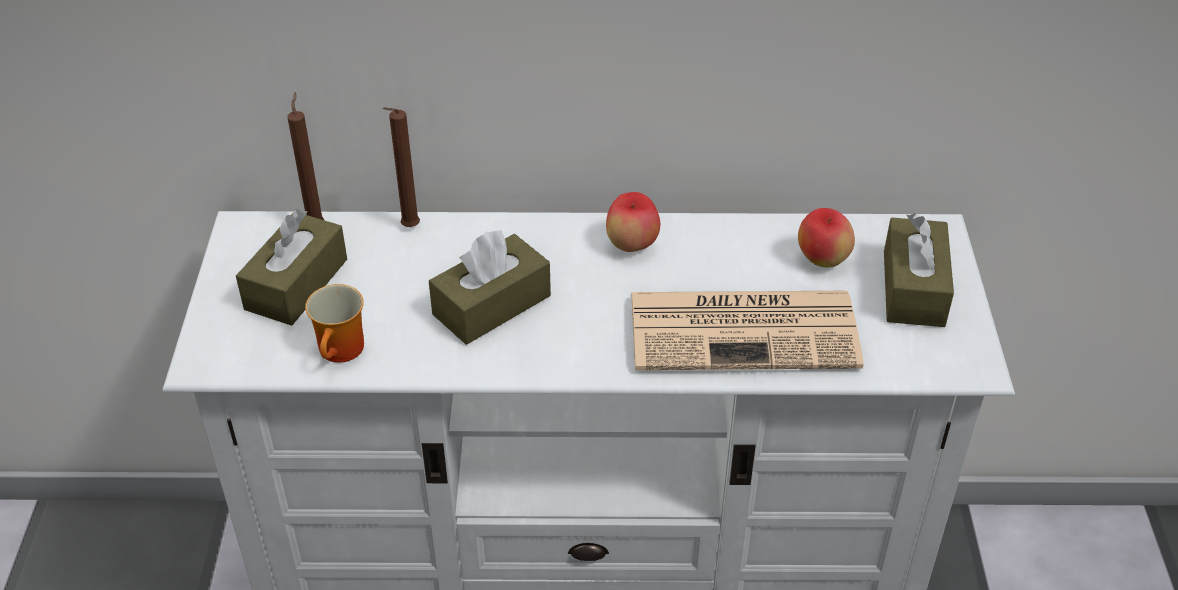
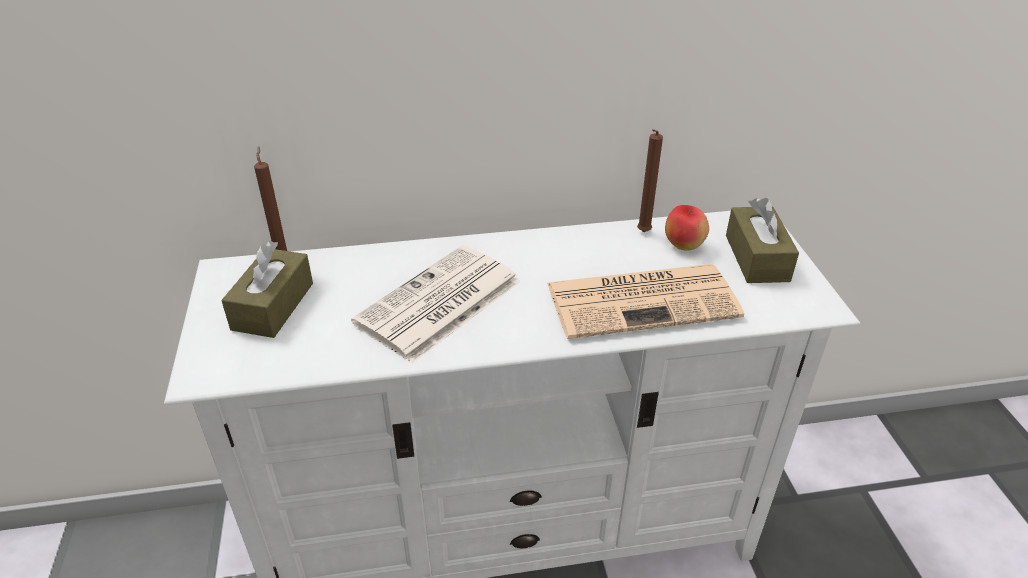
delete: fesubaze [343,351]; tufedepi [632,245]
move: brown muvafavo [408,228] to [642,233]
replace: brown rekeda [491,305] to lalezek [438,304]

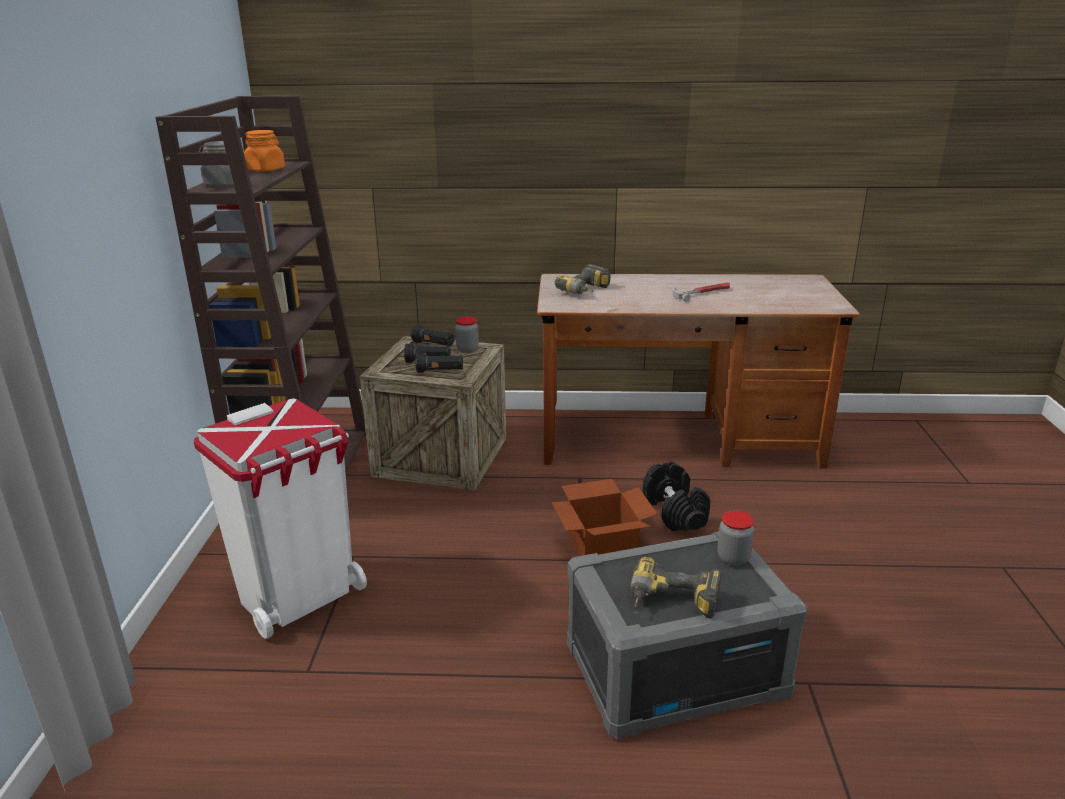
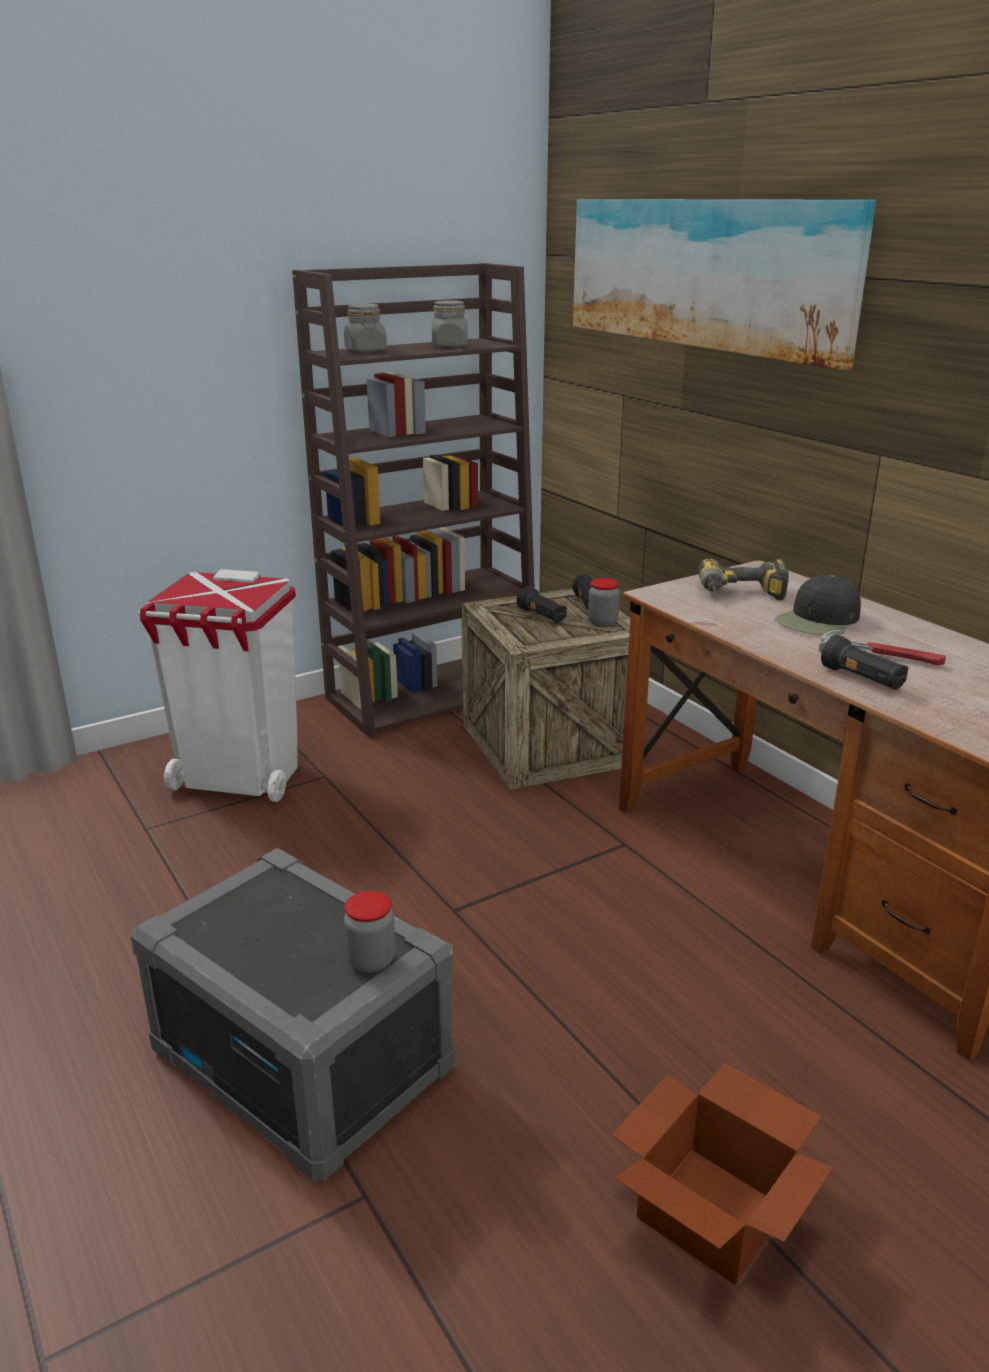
delete: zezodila [671,604]; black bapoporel [675,512]
insert: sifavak [705,273]; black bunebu [818,620]
move: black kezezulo [440,371] to [862,679]; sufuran [603,543] to [716,1211]
recolor: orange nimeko [265,170] to grey nimeko [450,346]

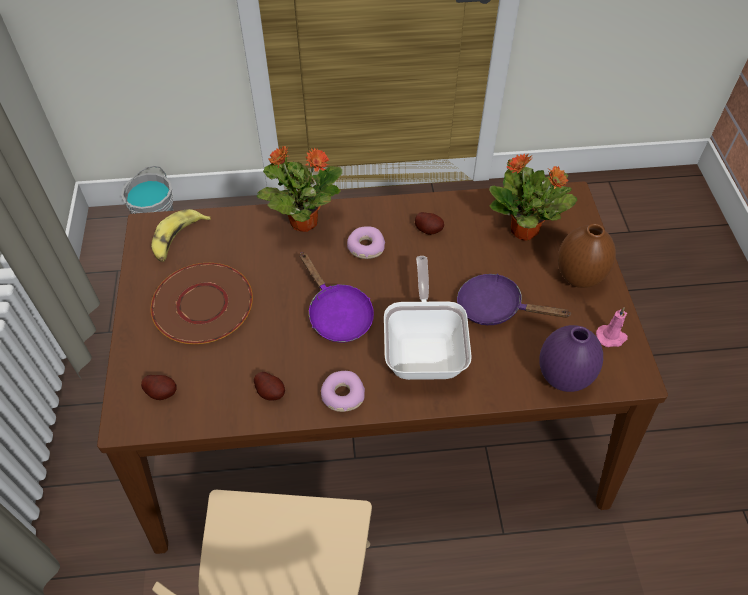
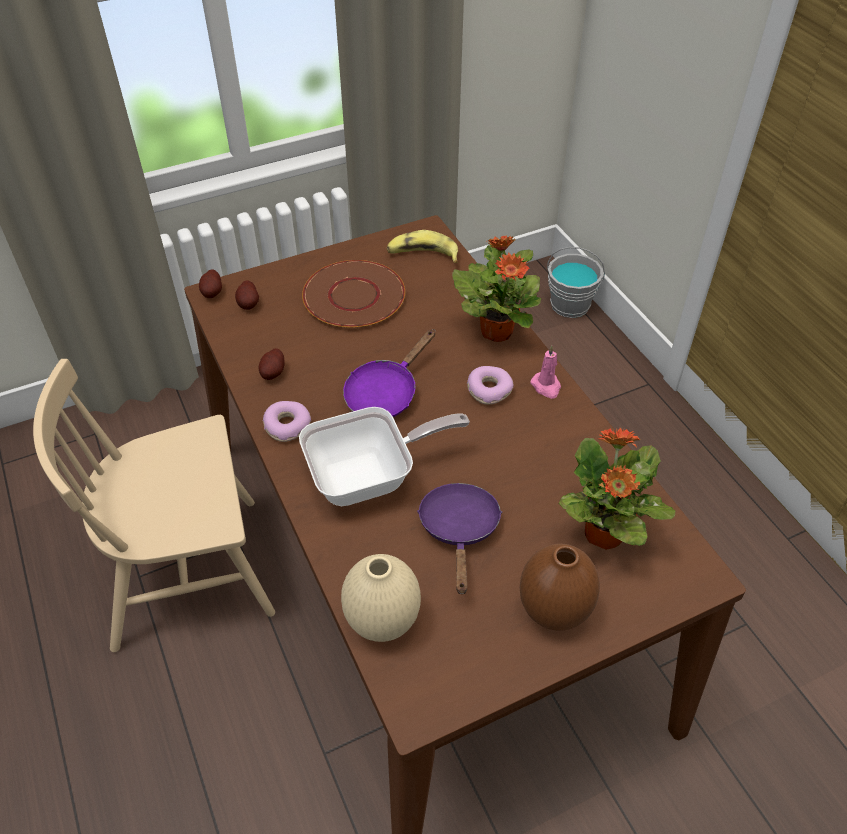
move: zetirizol [429,229] to [212,293]; pink muvafavo [611,337] to [546,386]
recolor: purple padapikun [563,378] to beige padapikun [383,623]

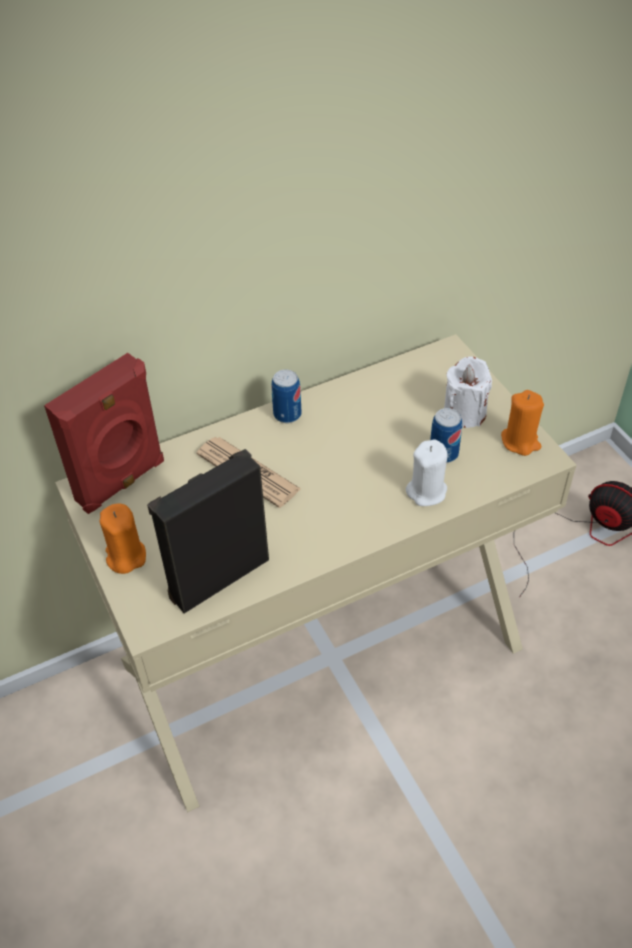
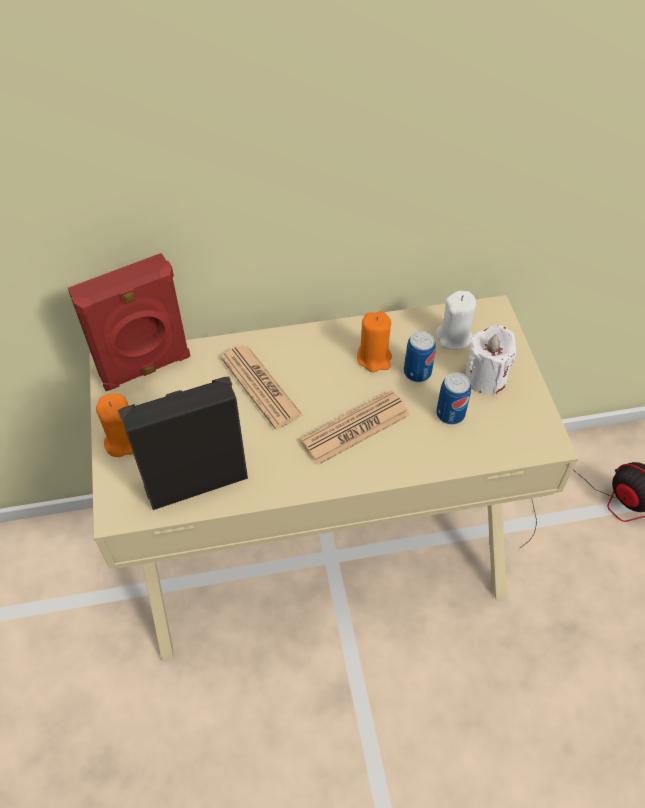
insert: lalezek [355,428]
move: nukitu [287,414] to [417,372]; white muvafavo [427,491] to [454,337]; orange muvafavo [520,441] to [374,358]

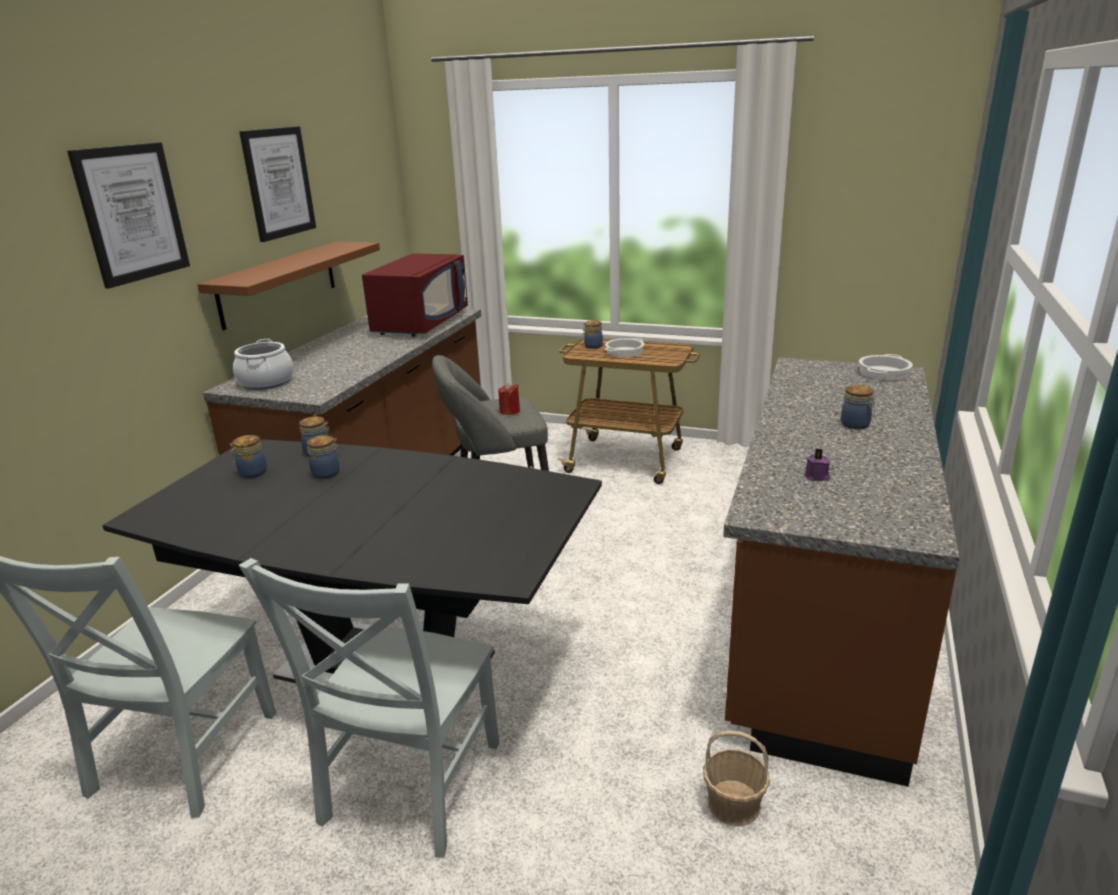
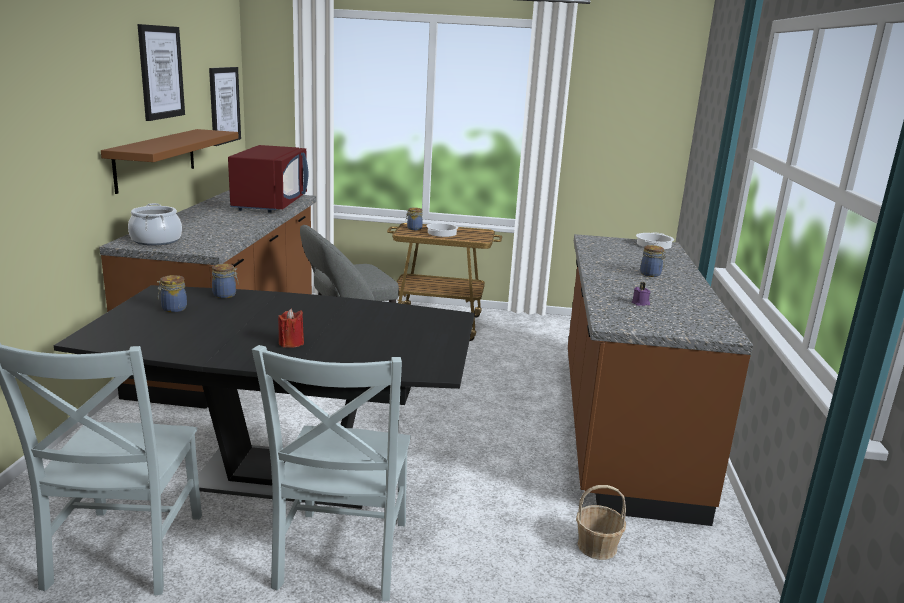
delete: nimeko [327,473]
move: sifavak [132,213] to [224,105]; red muvafavo [509,411] to [291,343]

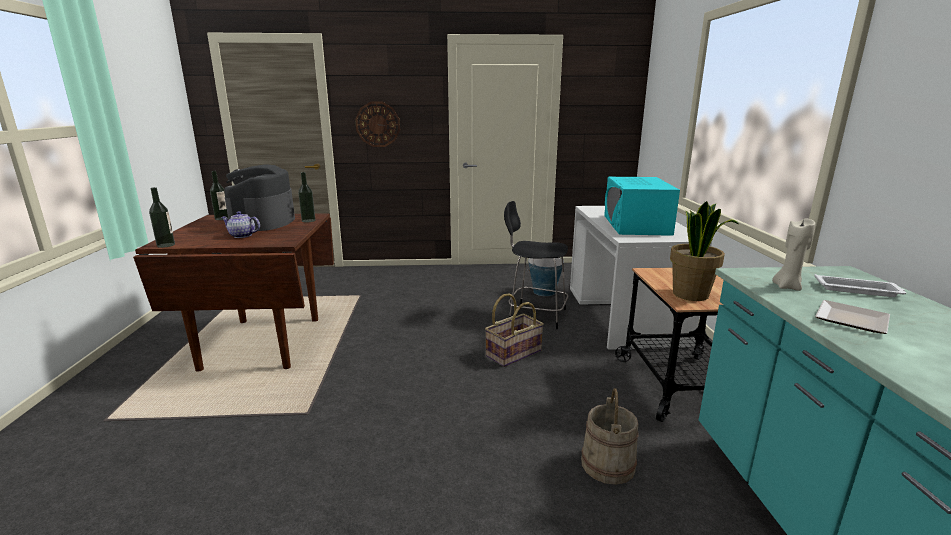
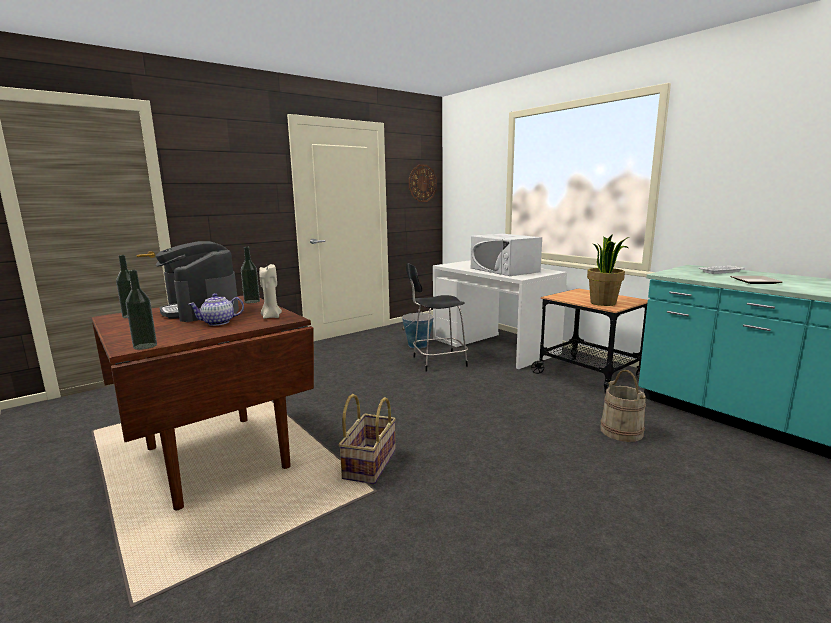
move: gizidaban [378,124] to [422,183]; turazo [513,353] to [369,464]; beige muvafavo [787,287] to [271,317]
recolor: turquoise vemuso [636,225] to white vemuso [504,270]

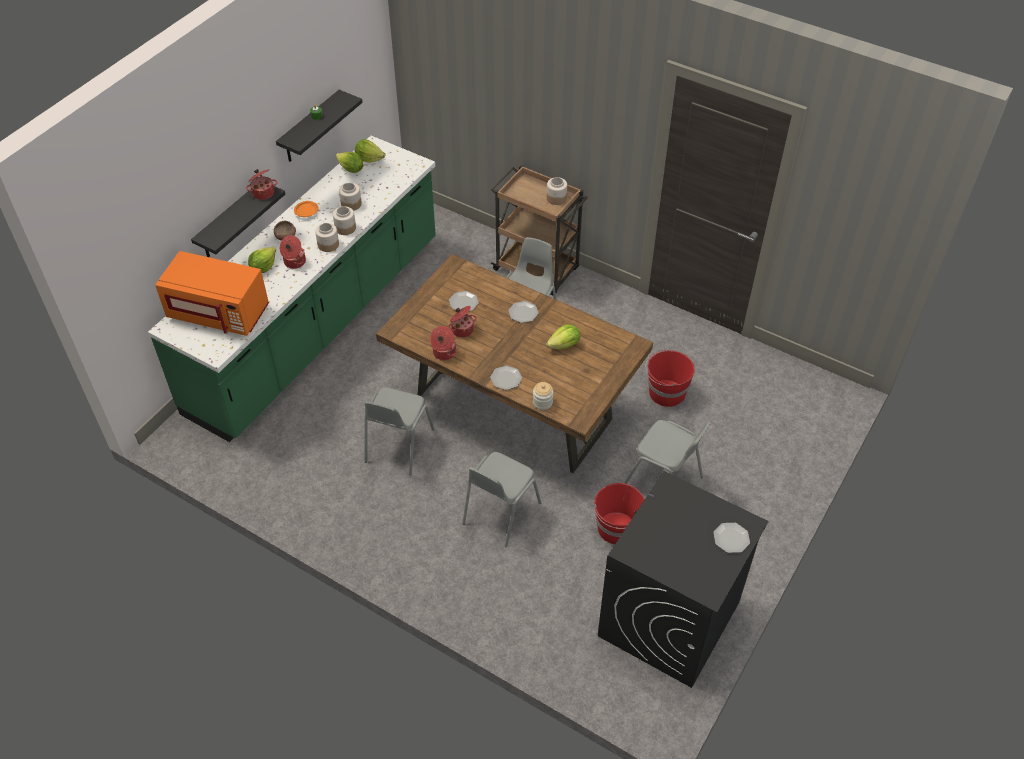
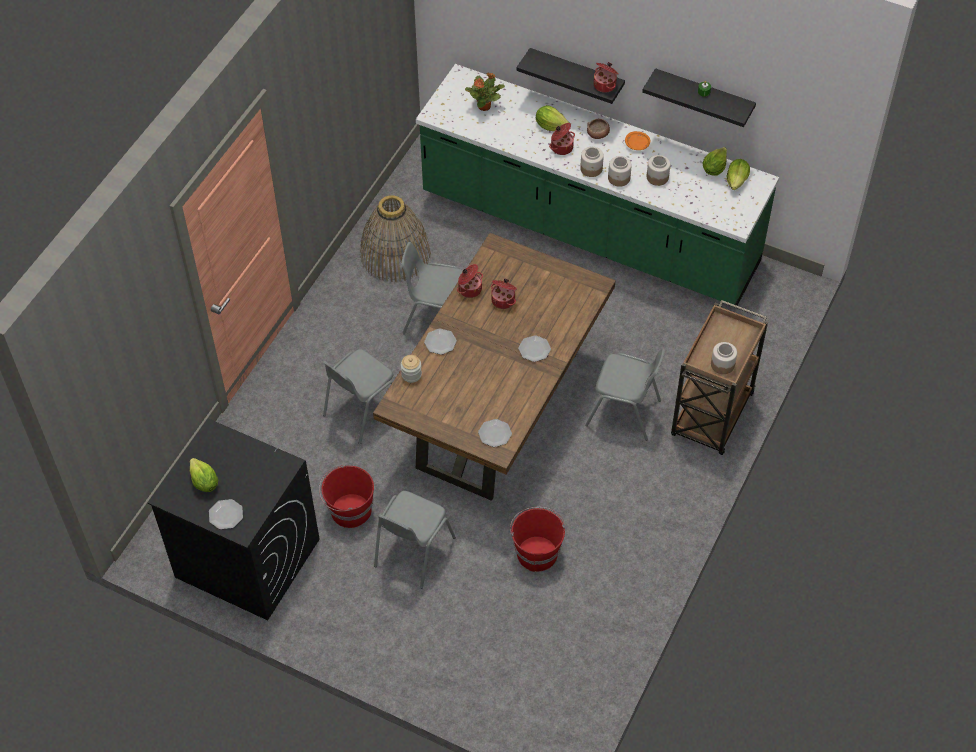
insert: turazo [395,254]
move: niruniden [463,302] to [494,433]; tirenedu [564,345] to [204,482]
replace: orange vemuso [219,312] to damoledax [484,106]
rotate: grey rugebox [500,513] = [362,410] 75 degrees counterclockwise

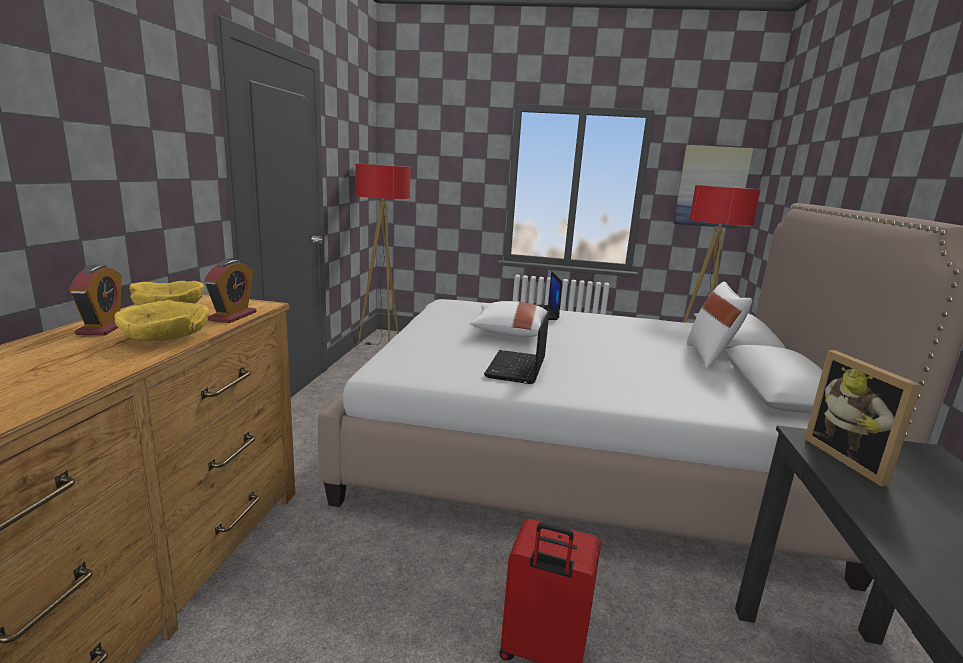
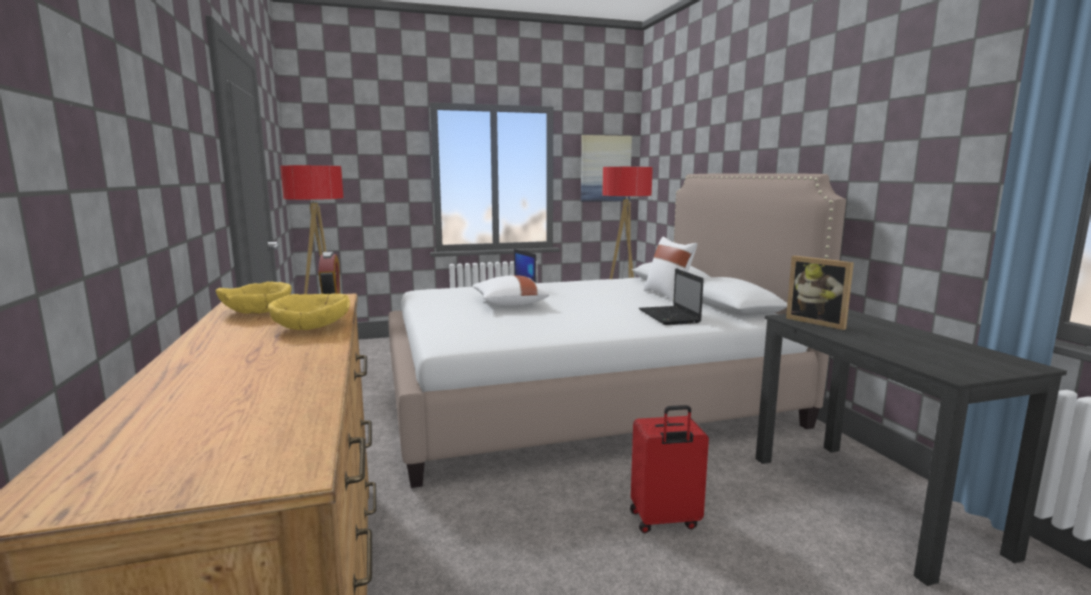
delete: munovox [104,328]
move: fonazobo [516,369] to [670,317]

